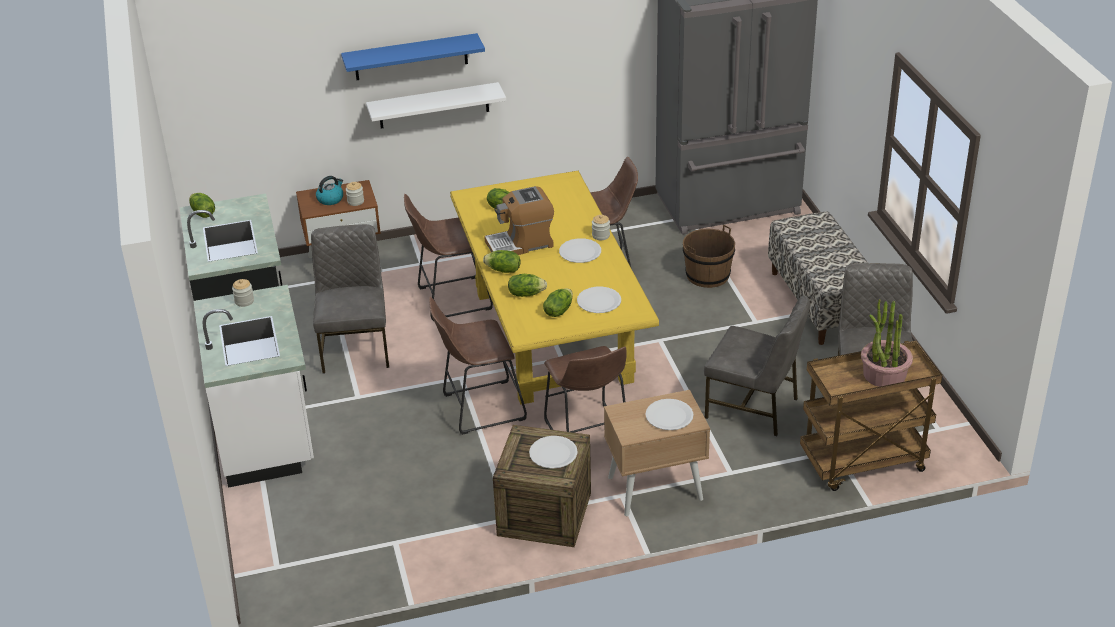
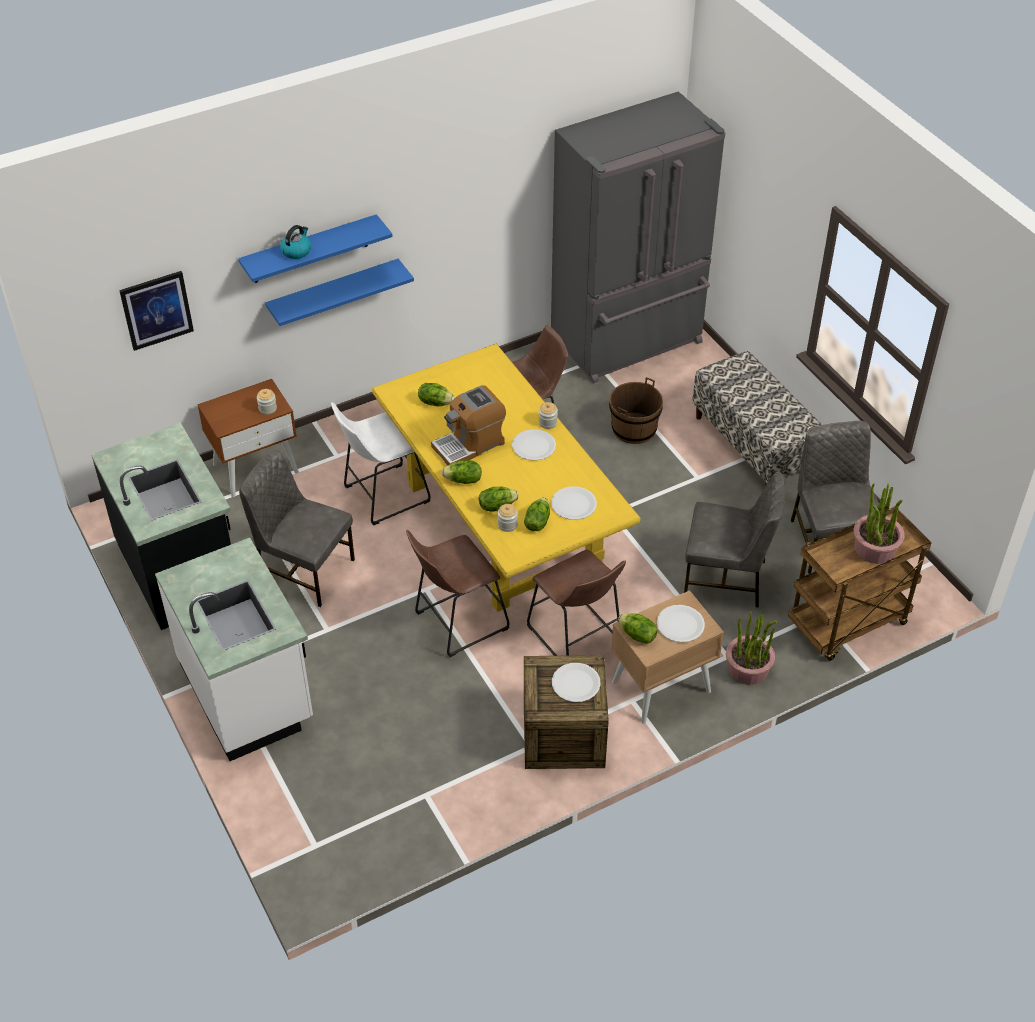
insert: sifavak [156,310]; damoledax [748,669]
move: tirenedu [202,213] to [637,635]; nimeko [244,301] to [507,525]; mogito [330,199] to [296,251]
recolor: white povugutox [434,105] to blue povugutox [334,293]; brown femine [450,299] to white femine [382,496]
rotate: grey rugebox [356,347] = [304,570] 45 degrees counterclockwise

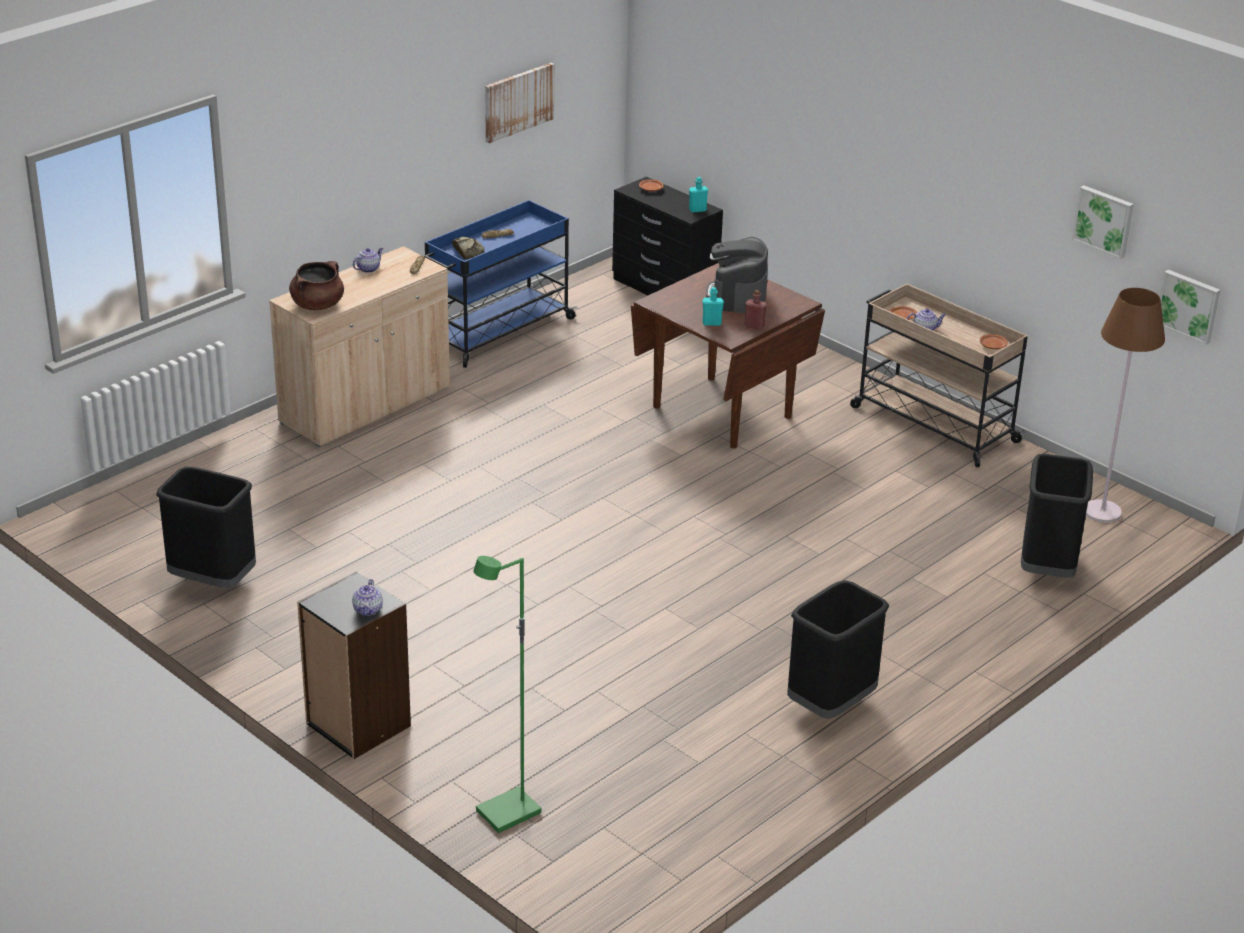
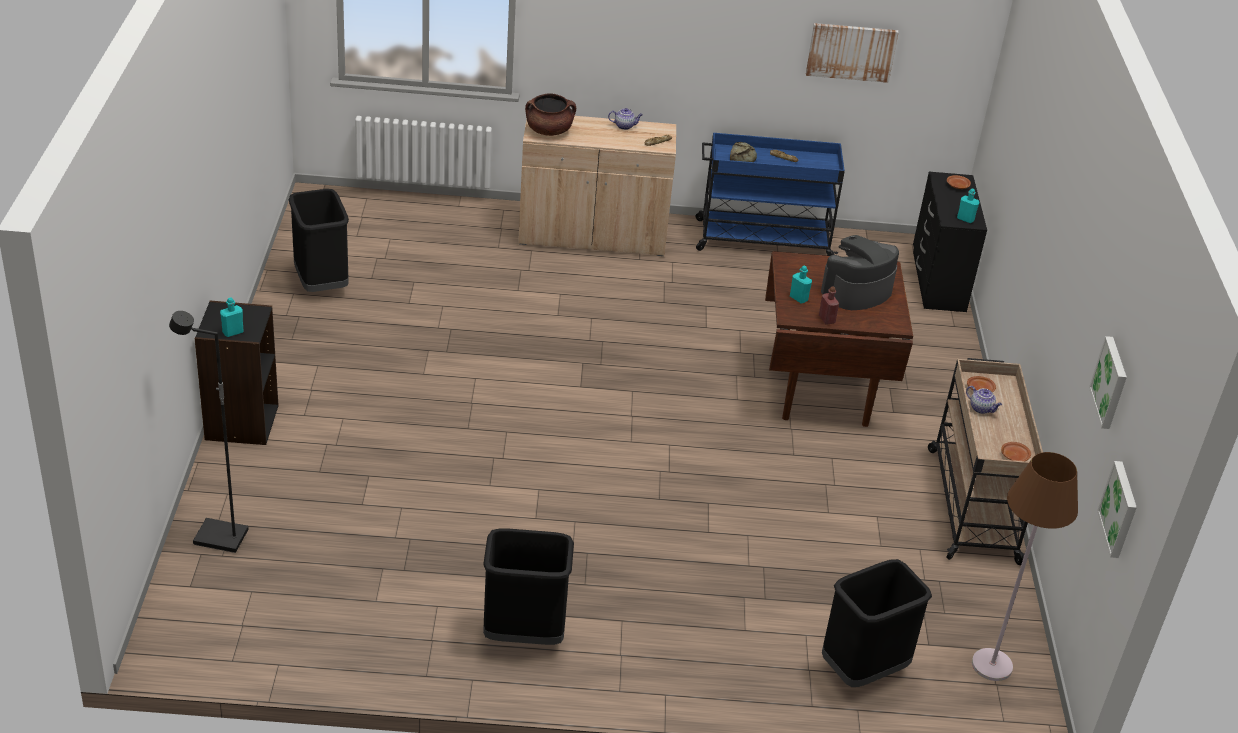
replace: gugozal [368,610] to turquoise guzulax [233,332]
recolor: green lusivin [508,813] to black lusivin [219,538]

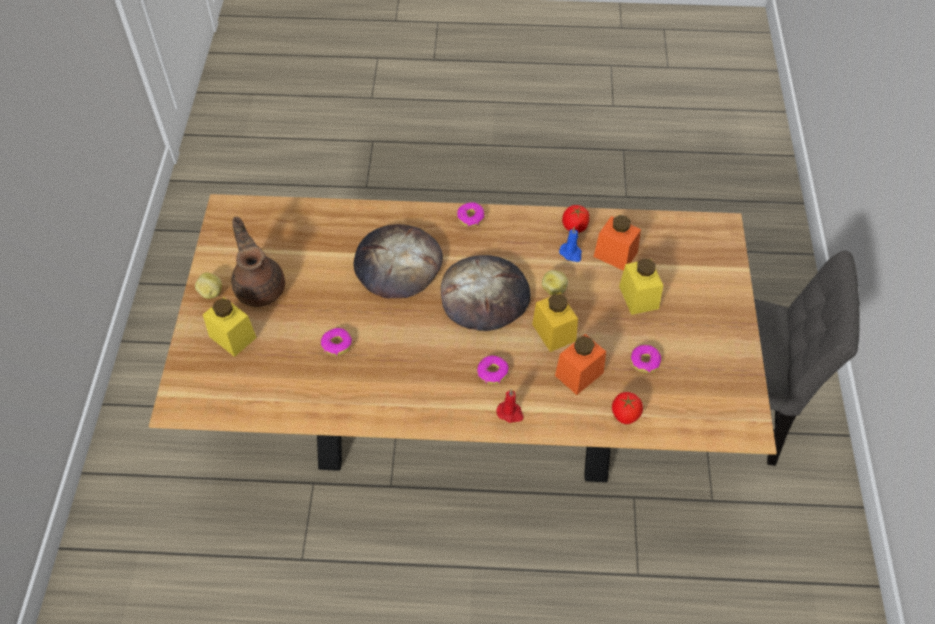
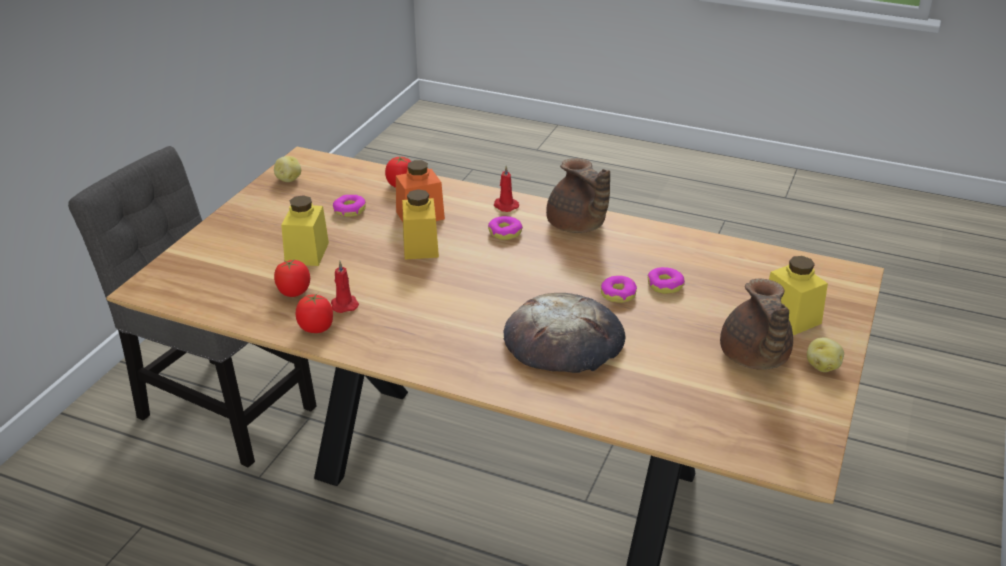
delete: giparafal [485,296]
insert: brown gugozal [577,226]
move: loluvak [470,218] to [618,294]; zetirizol [554,289] to [288,179]
replace: orange nimeko [615,254] to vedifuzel [294,292]
recolor: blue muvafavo [571,253] to red muvafavo [344,304]

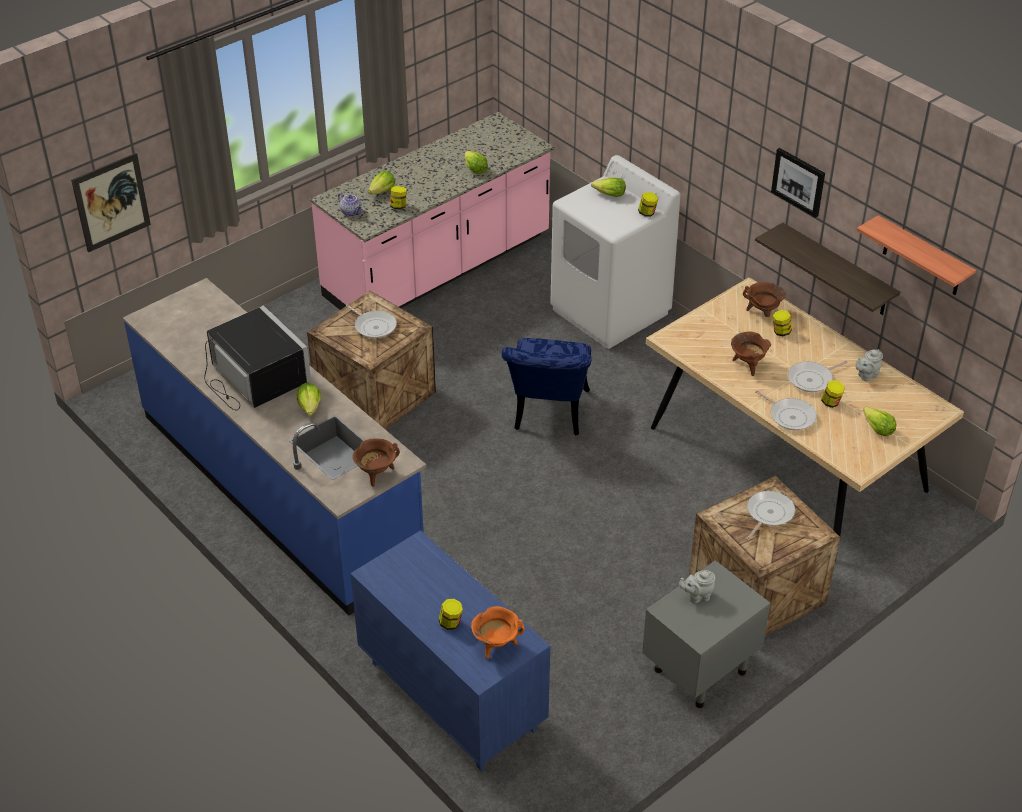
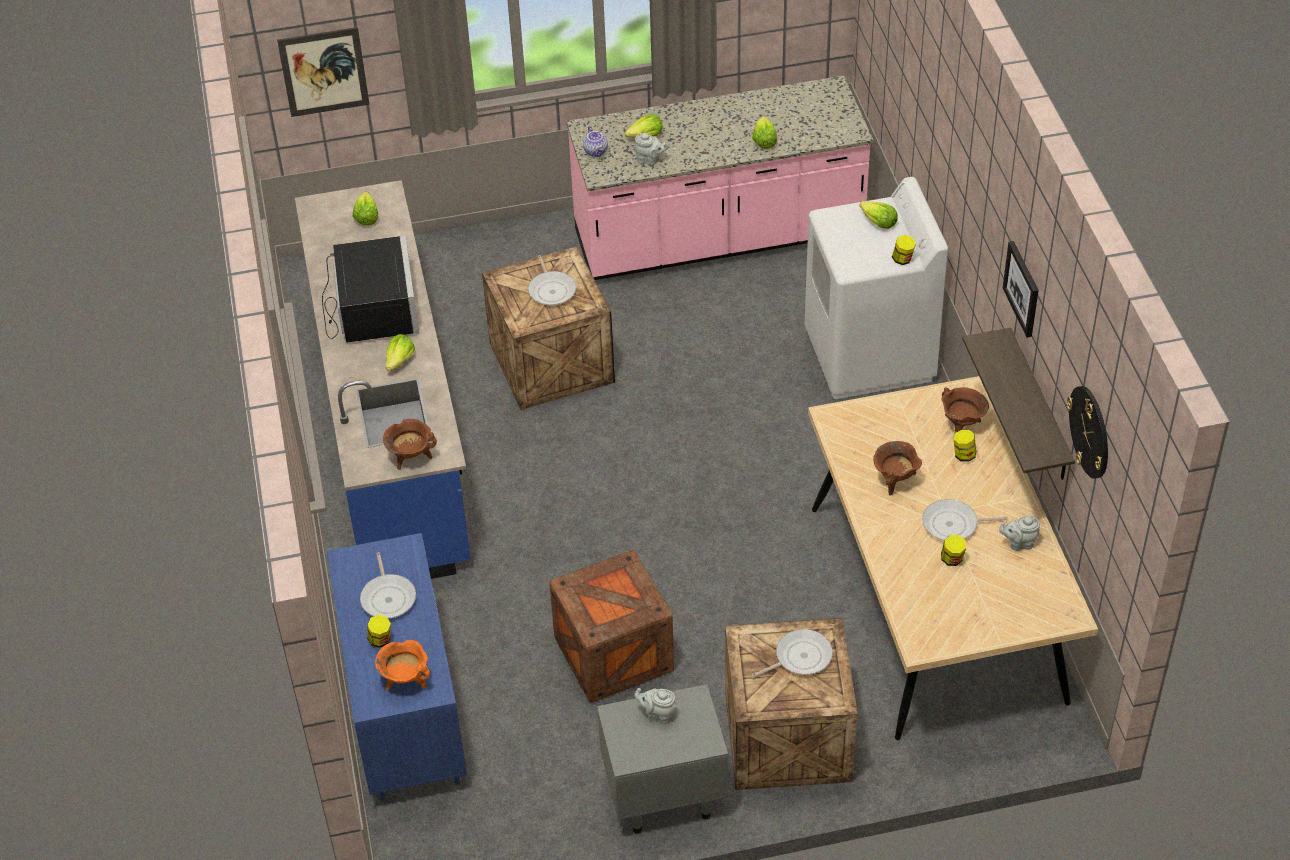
delete: blue rugebox [548,415]
insert: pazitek [613,654]
move: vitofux [790,416] to [388,597]; tirenedu [877,429] to [366,217]
replace: nimeko [398,206] to grey gugozal [650,160]; povugutox [922,257] to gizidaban [1090,431]

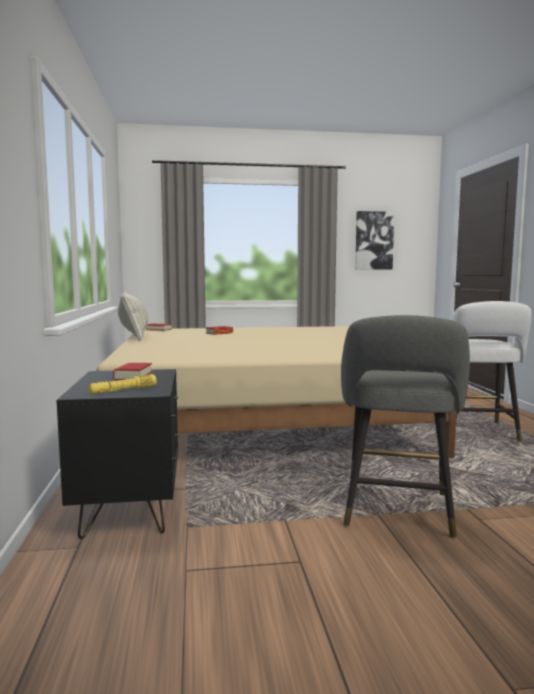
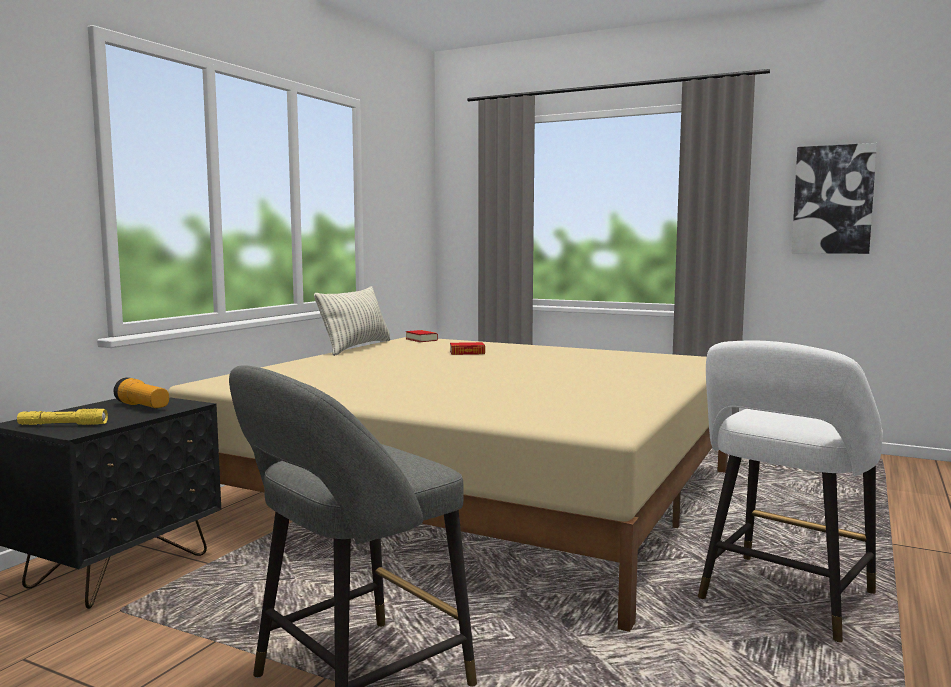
replace: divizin [133,376] to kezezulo [143,407]

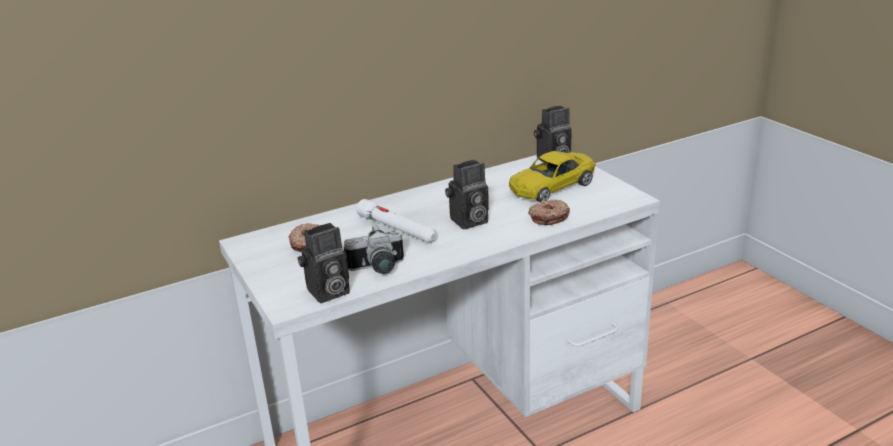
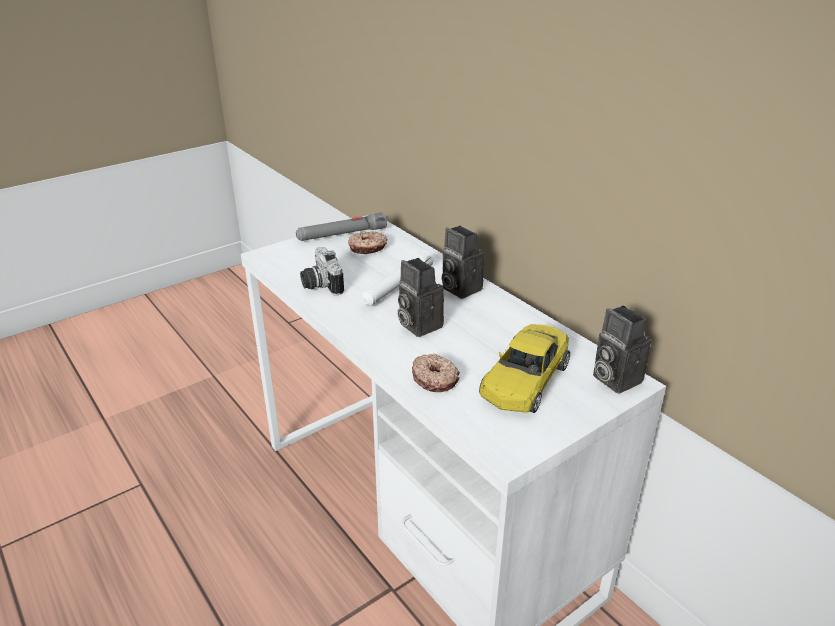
insert: grey kezezulo [342,234]
move: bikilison [327,293] to [458,288]
rotate: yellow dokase [552,187] = [525,379] 105 degrees counterclockwise

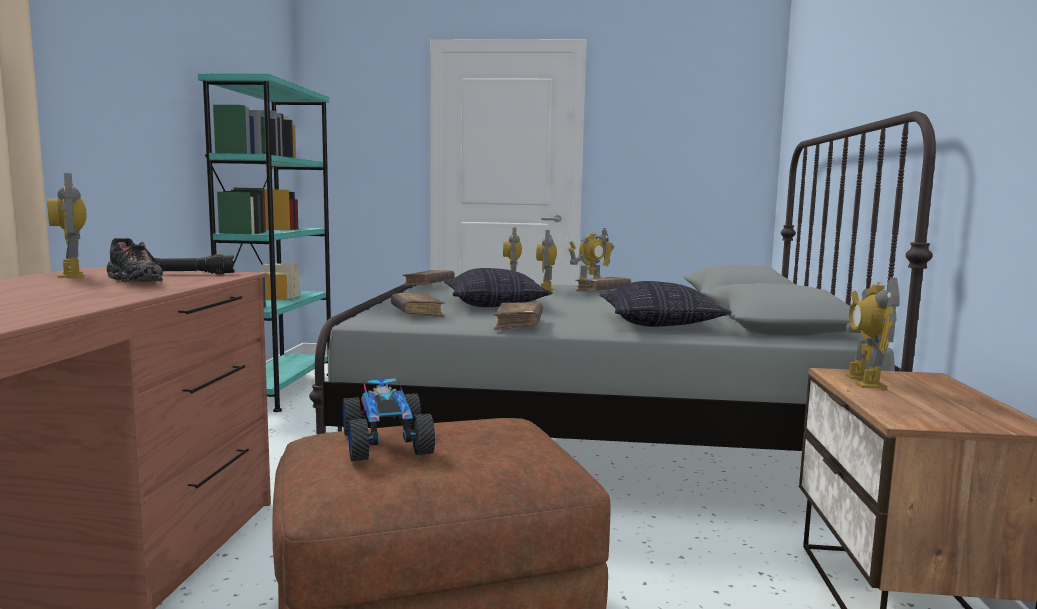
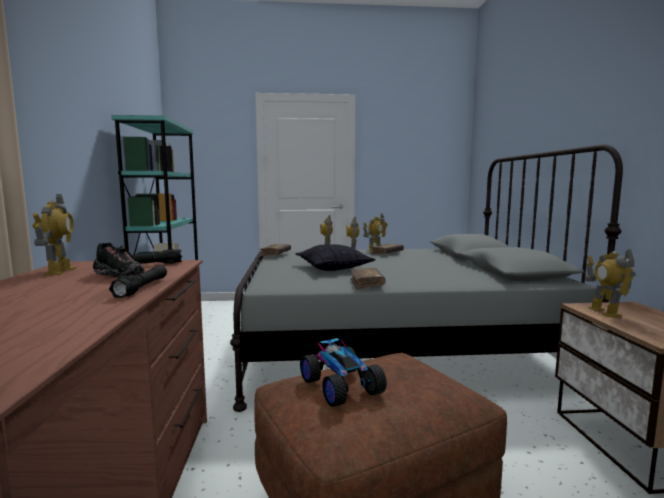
delete: brown divizin [417,313]; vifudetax [660,324]
insert: black kezezulo [142,288]
rotate: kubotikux [72,275] = [59,271] 150 degrees counterclockwise

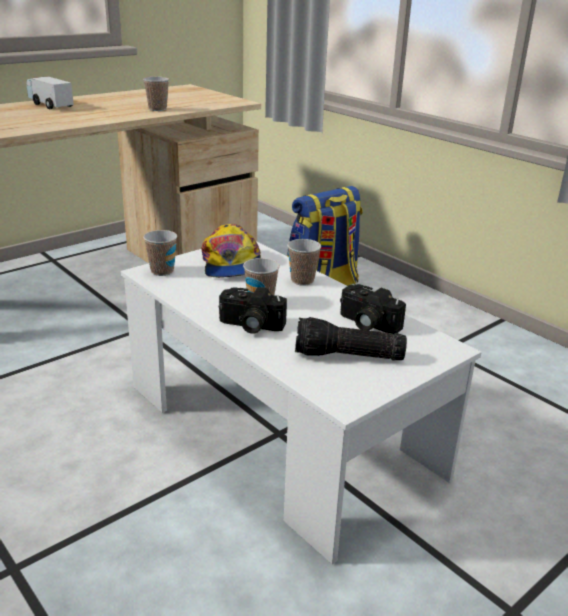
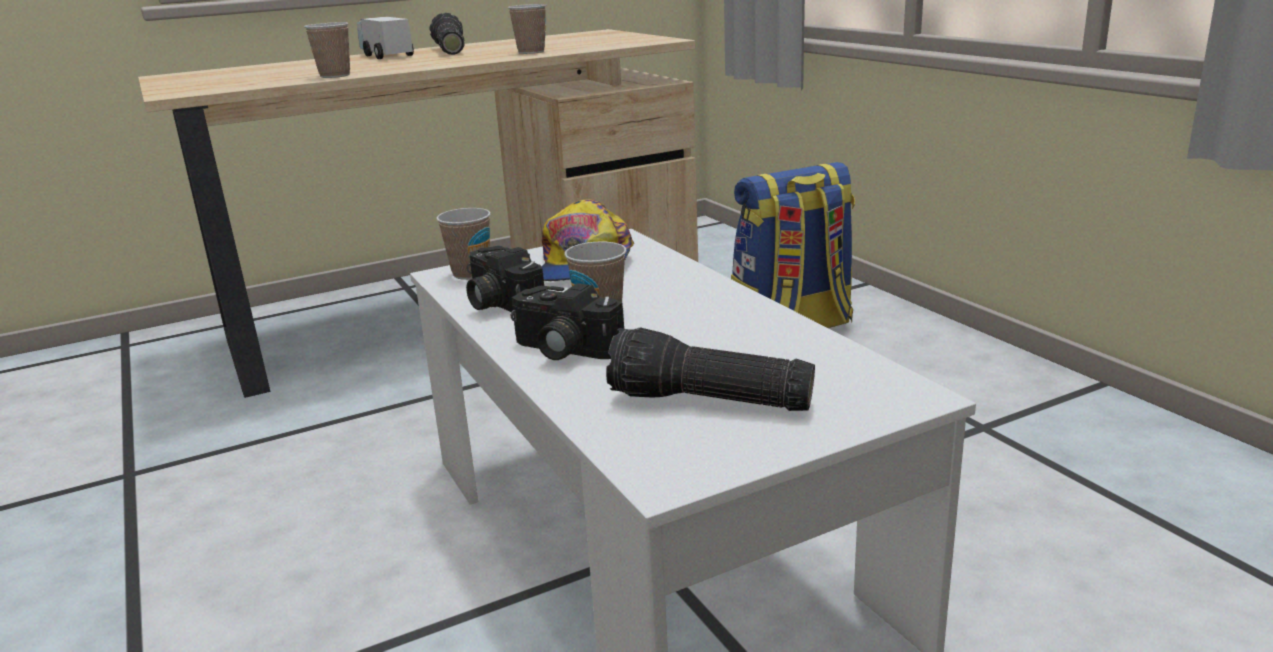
insert: kezezulo [448,50]
move: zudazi [302,280] to [335,76]; bikilison [366,324] to [498,304]

